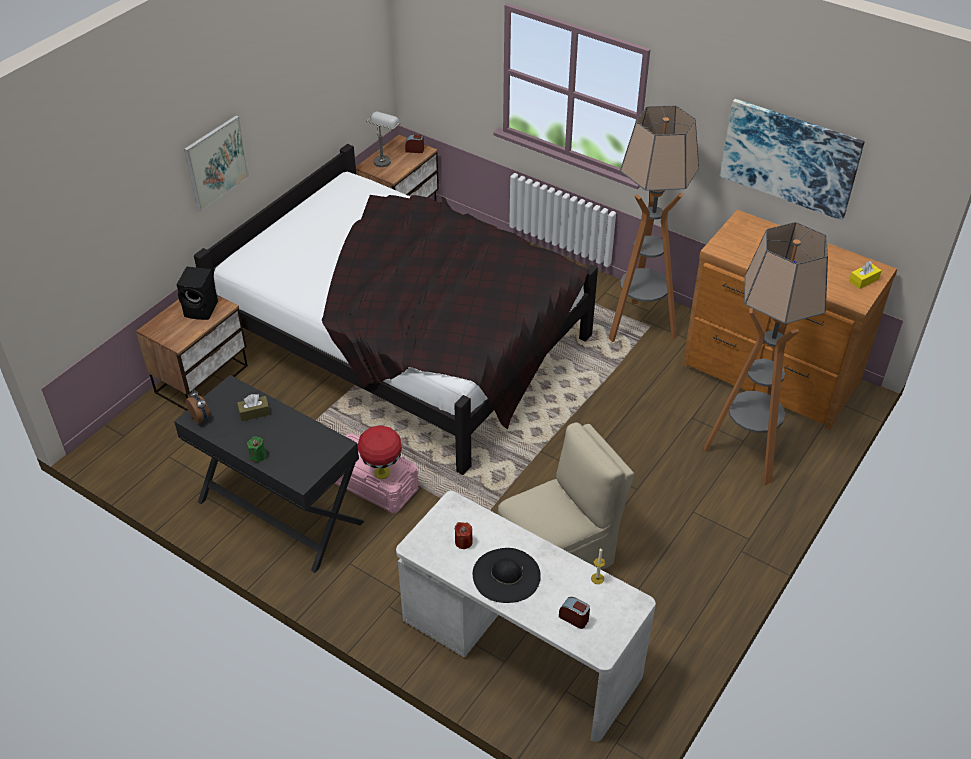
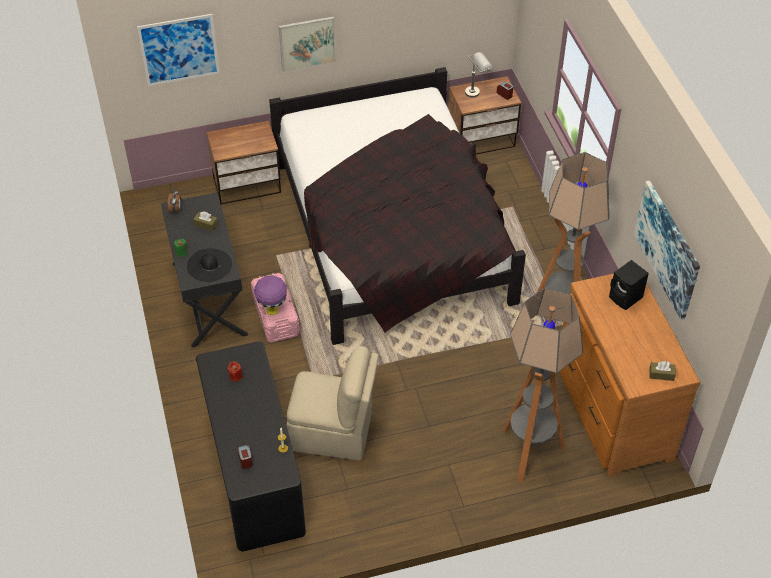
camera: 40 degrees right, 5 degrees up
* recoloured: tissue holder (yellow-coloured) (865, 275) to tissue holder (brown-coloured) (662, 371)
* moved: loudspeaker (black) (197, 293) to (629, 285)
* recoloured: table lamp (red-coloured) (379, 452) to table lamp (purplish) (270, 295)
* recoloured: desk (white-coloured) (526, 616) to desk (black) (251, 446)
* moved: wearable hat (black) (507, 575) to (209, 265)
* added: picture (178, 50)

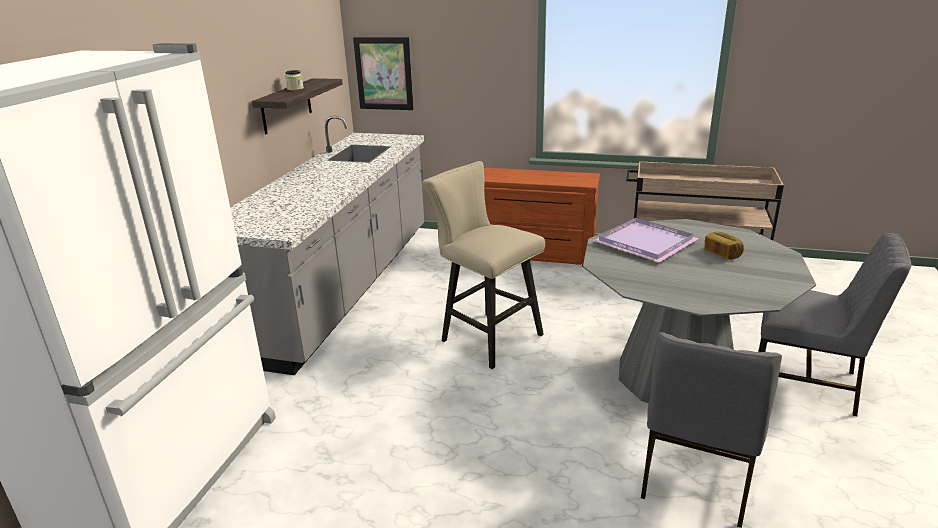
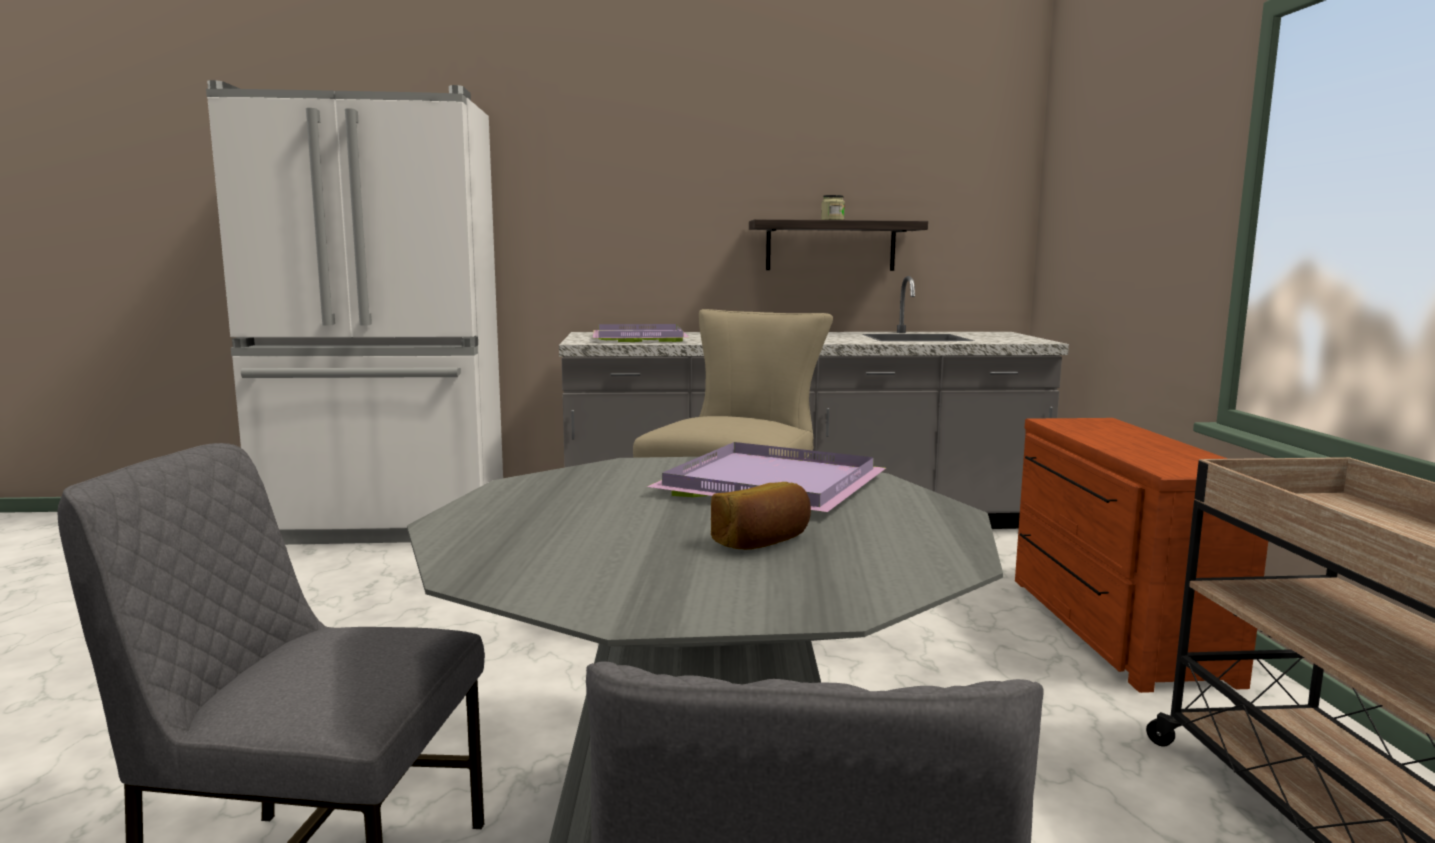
camera: 70 degrees right, 15 degrees down
* removed: picture (383, 73)
* added: serving tray (purplish) (641, 333)

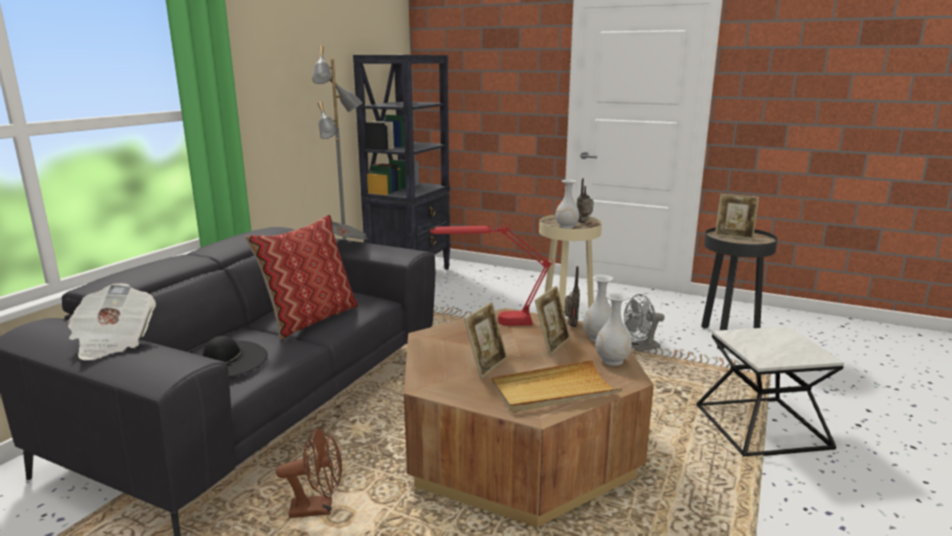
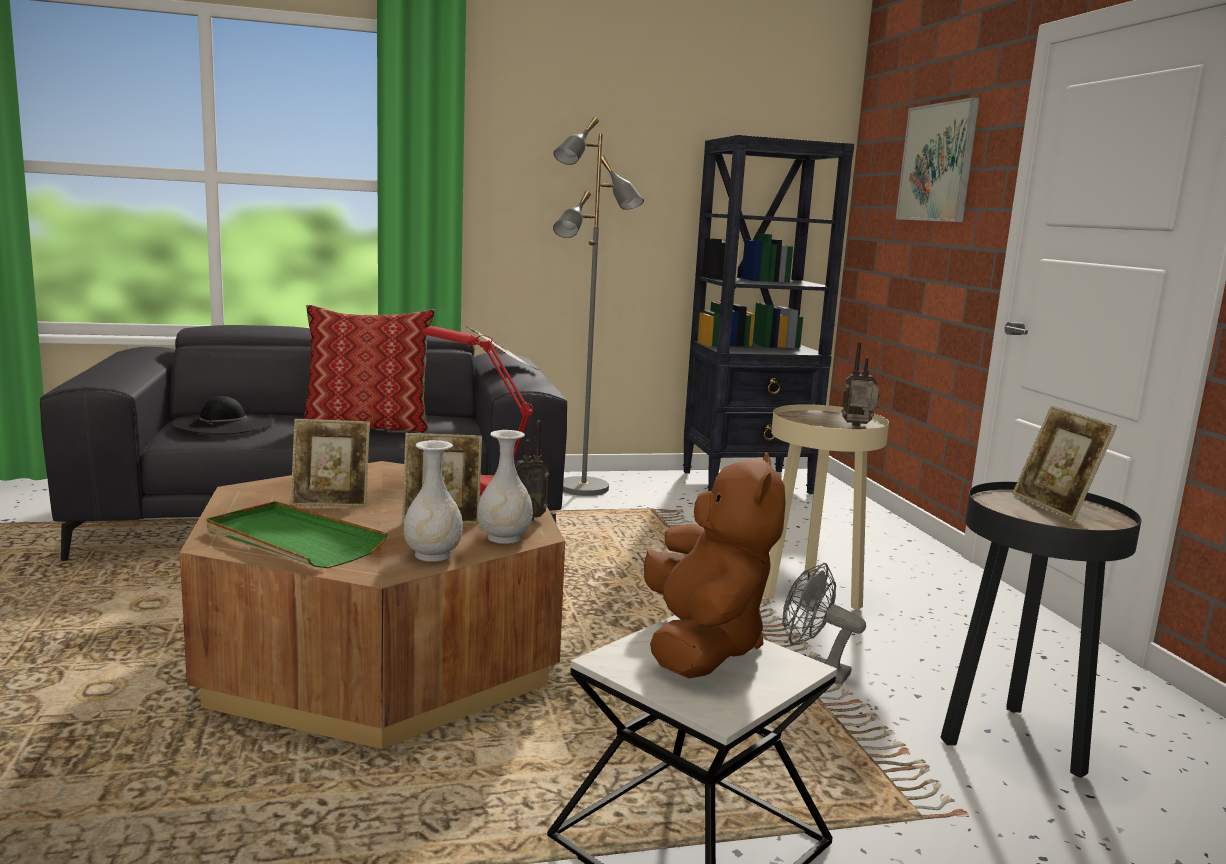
camera: 50 degrees right, 5 degrees down
* removed: decorative vase (white-coloured) (567, 204)
* removed: newspaper (111, 322)
* recoloured: serving tray (beige-coloured) (557, 386) to serving tray (green) (297, 534)
* removed: fan (brown-coloured) (309, 472)
* added: picture (937, 159)
* added: plush toy (brown-coloured) (714, 565)

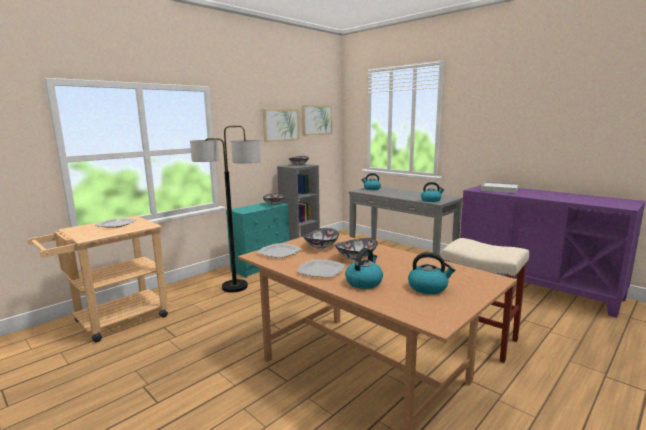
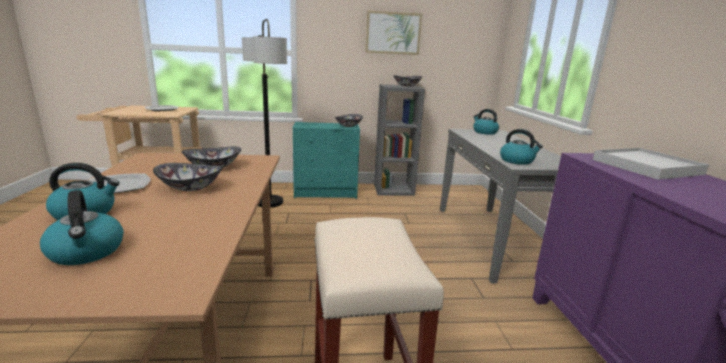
camera: 40 degrees right, 5 degrees up
* removed: picture (317, 120)
* removed: dinner plate (279, 250)

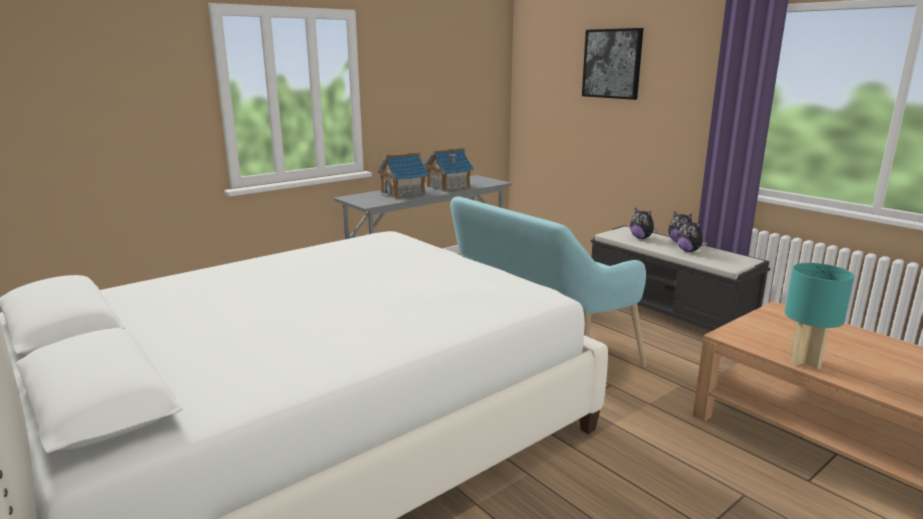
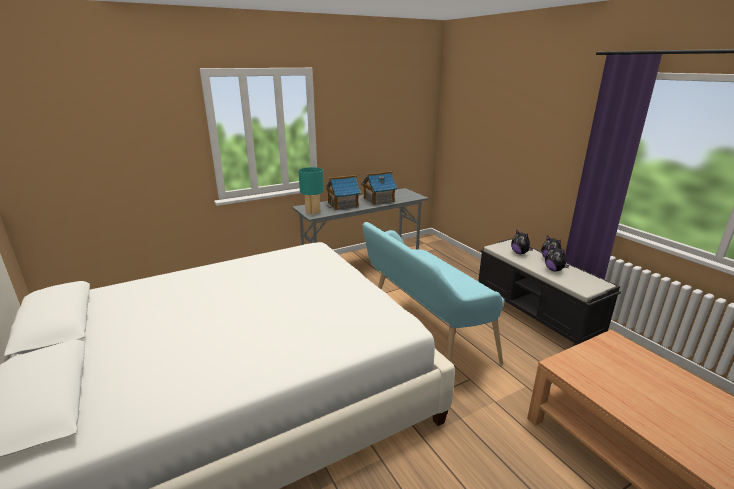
camera: 10 degrees right, 5 degrees up
* removed: picture (612, 64)
* moved: table lamp (turquoise) (819, 316) to (311, 191)

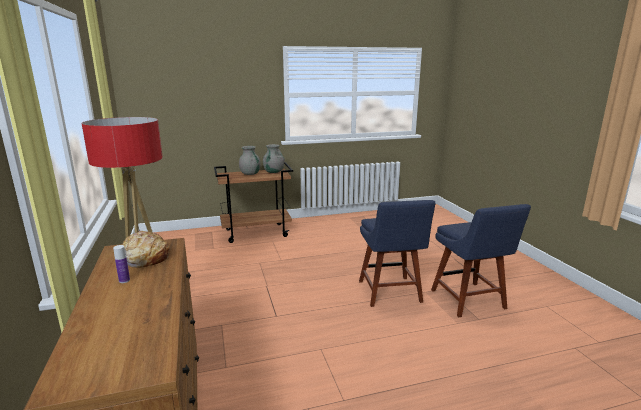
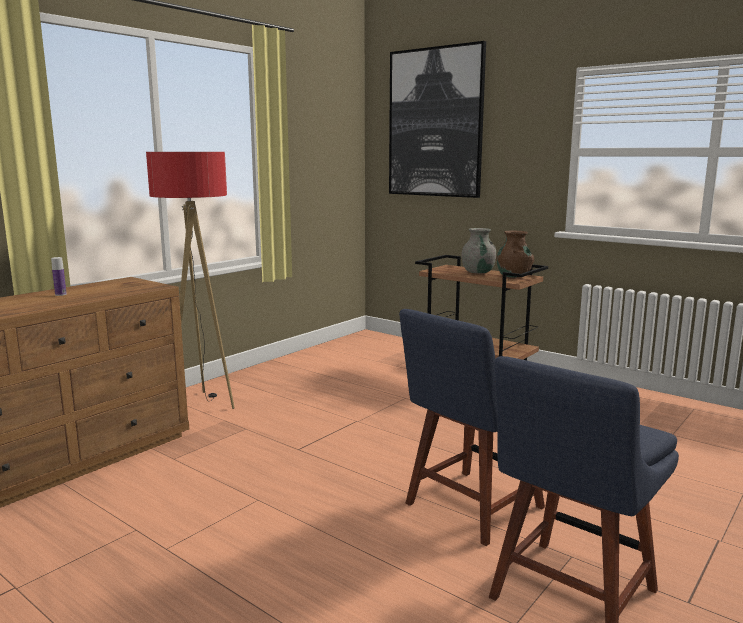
camera: 55 degrees right, 5 degrees down
* recoloured: decorative vase (greyish) (274, 158) to decorative vase (brown-coloured) (515, 254)
* removed: bread (145, 249)
* added: picture (437, 119)

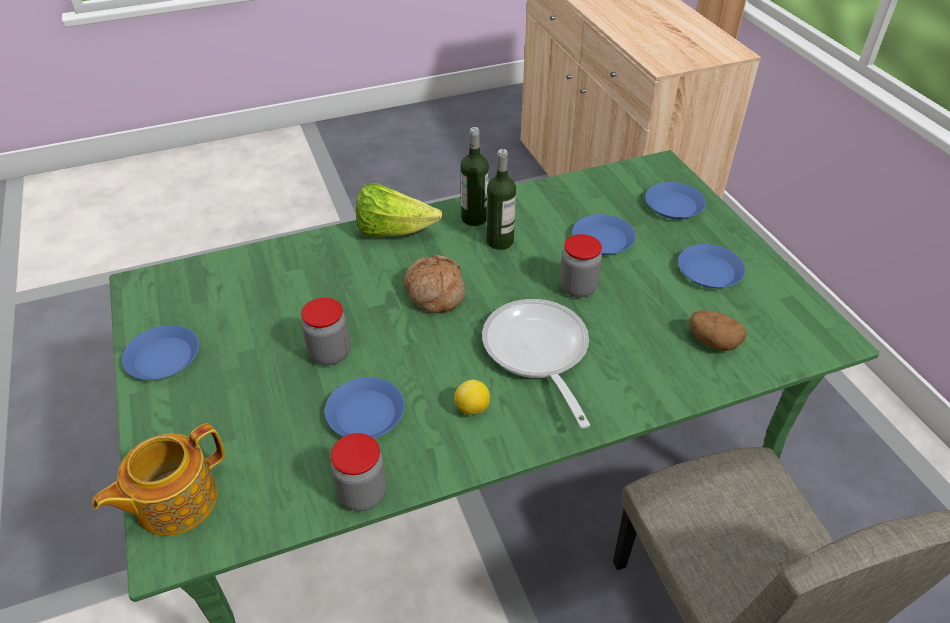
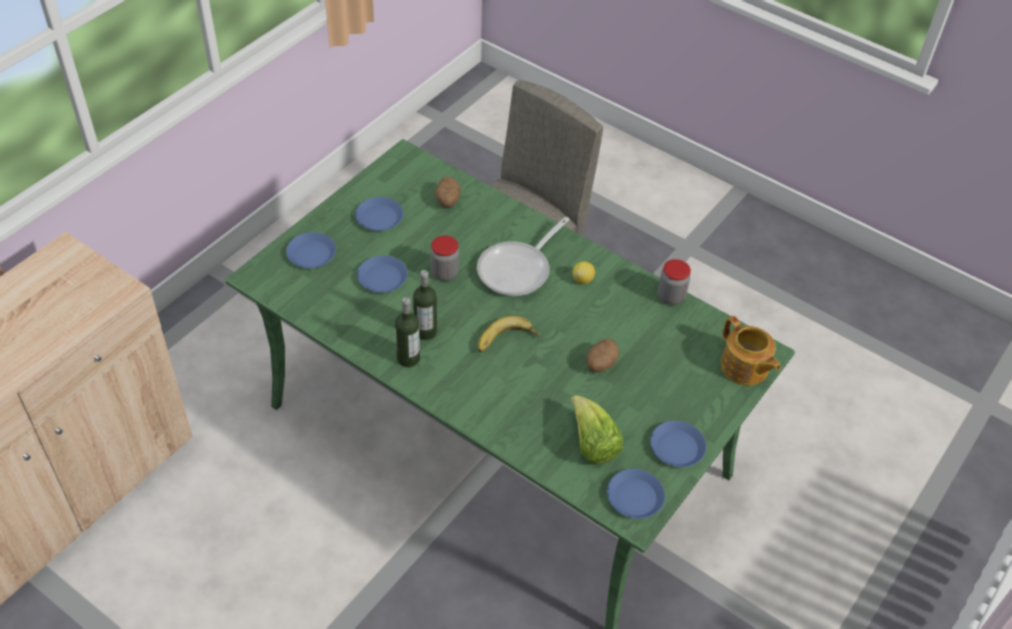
camera: 125 degrees left, 5 degrees up
* moved: lettuce (399, 210) to (597, 429)
* replaced: bread (434, 284) to banana (508, 334)
* replaced: storage jar (325, 331) to spud (602, 356)
* moved: dinner plate (blue) (365, 407) to (636, 494)
* turned: pot for tea (158, 479) = (751, 351) 45 degrees clockwise

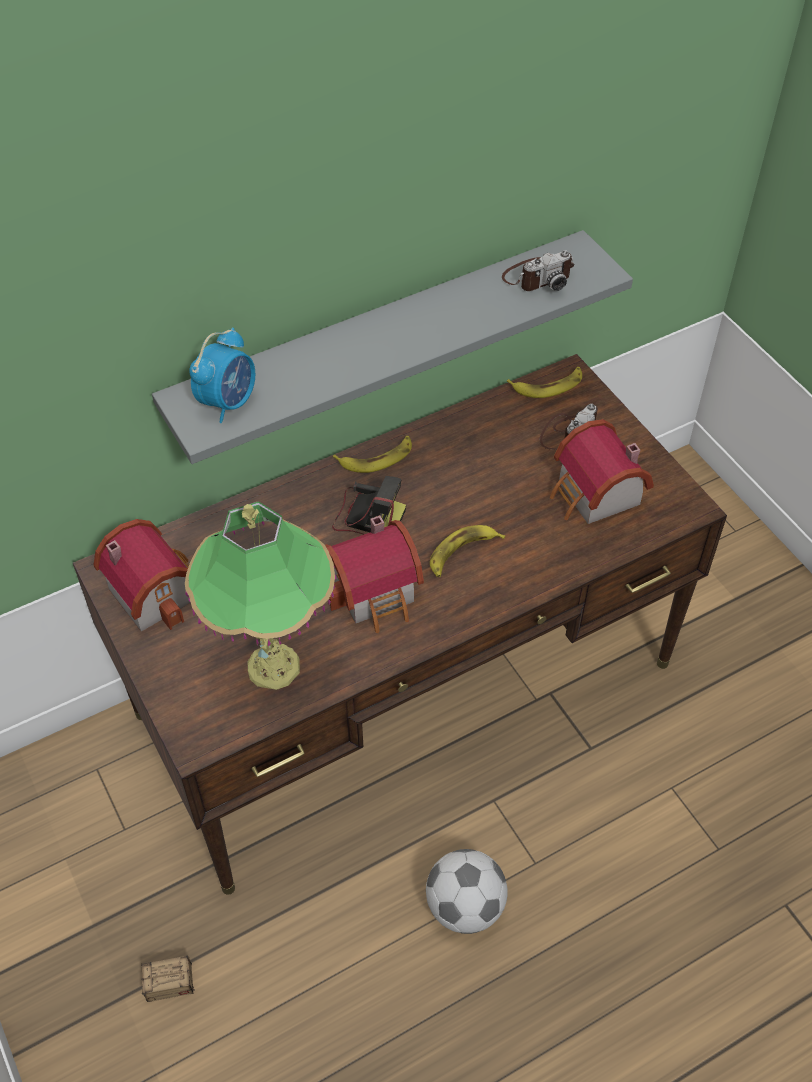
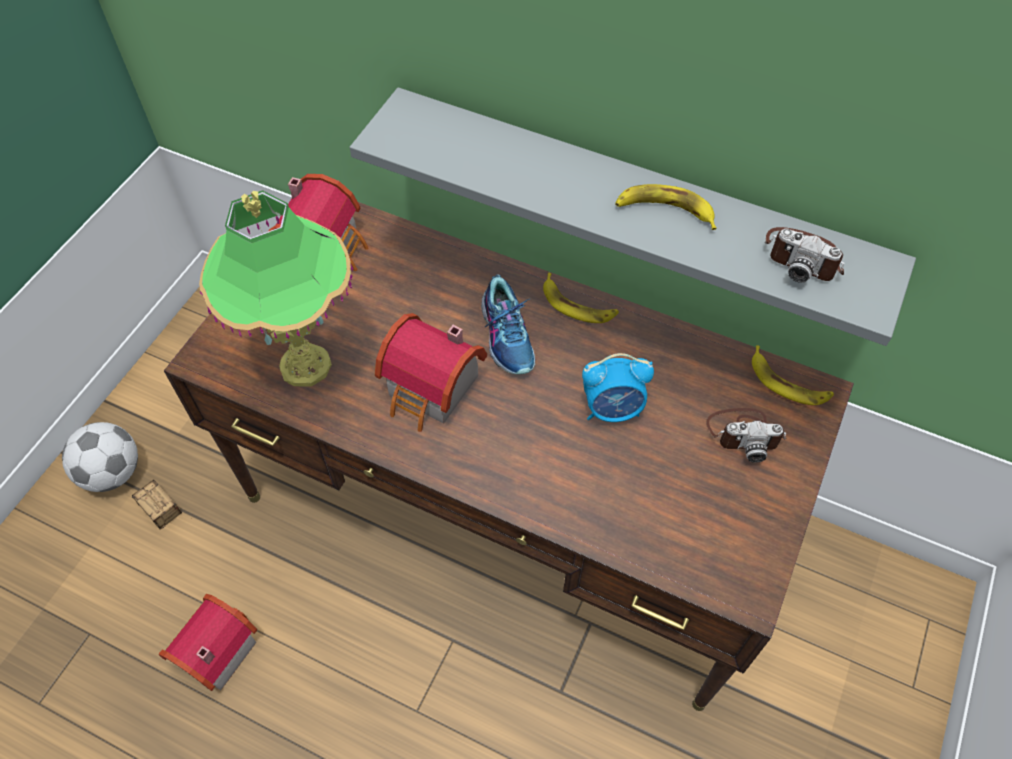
camera: 55 degrees right, 5 degrees up
* moved: alarm clock (222, 375) to (618, 387)
* moved: miniature house (602, 471) to (208, 642)
* replaced: photo camera (369, 505) to shoe (508, 324)
* moved: banana (467, 551) to (666, 207)
* moved: football ball (467, 891) to (100, 457)

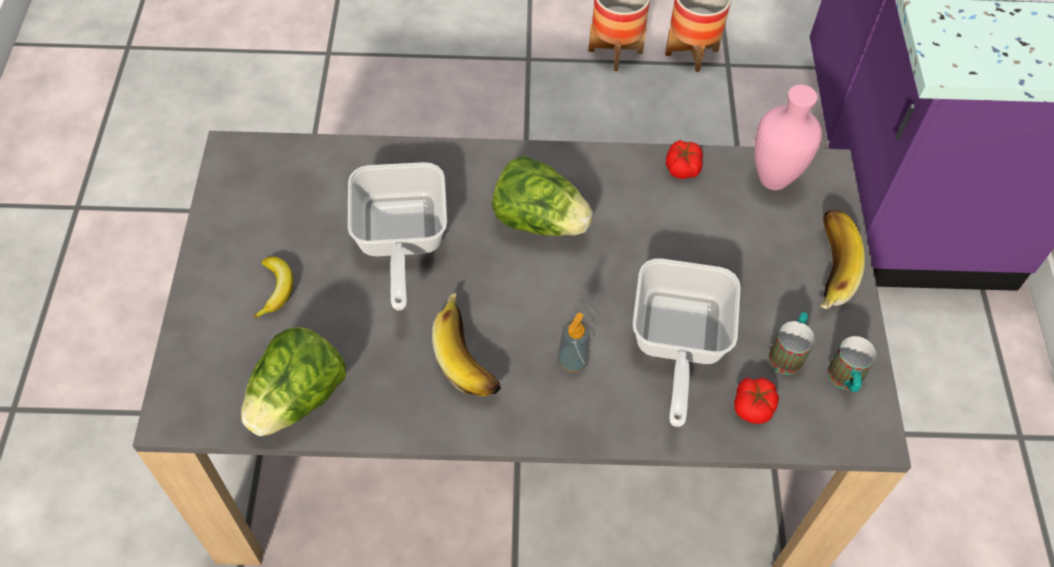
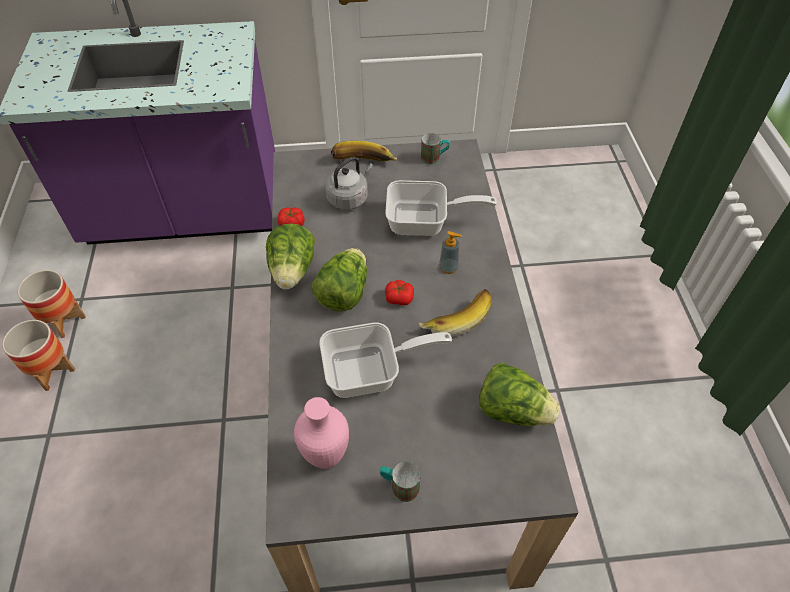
camera: 95 degrees left, 5 degrees down
* moved: decorative vase (pink) (788, 137) to (321, 433)
* removed: banana (273, 287)
* moved: tea mug (792, 343) to (400, 481)
* moved: fresh tomato (756, 401) to (399, 292)
* added: tea kettle (greyish) (349, 183)
* added: lettuce (290, 256)

